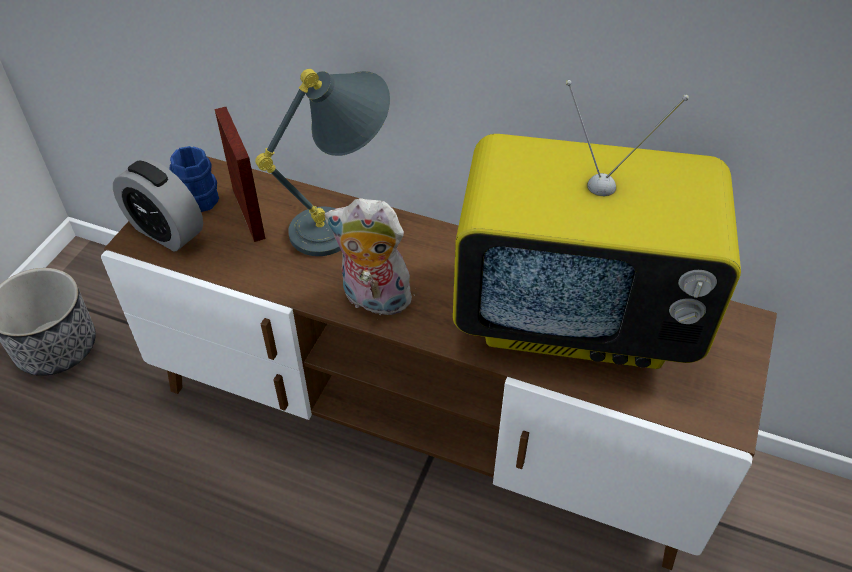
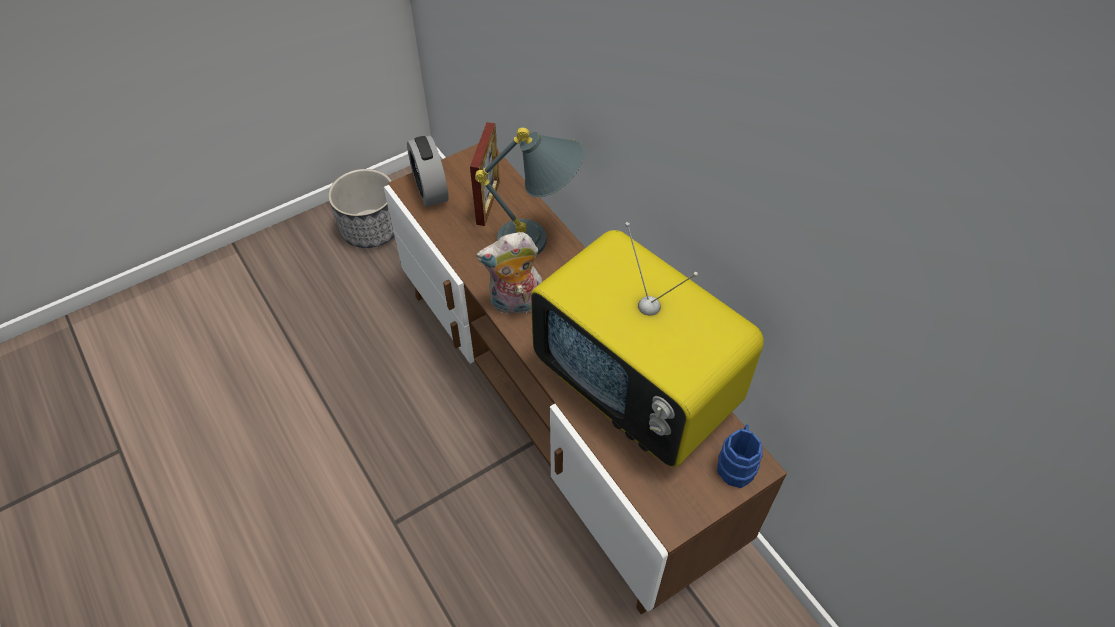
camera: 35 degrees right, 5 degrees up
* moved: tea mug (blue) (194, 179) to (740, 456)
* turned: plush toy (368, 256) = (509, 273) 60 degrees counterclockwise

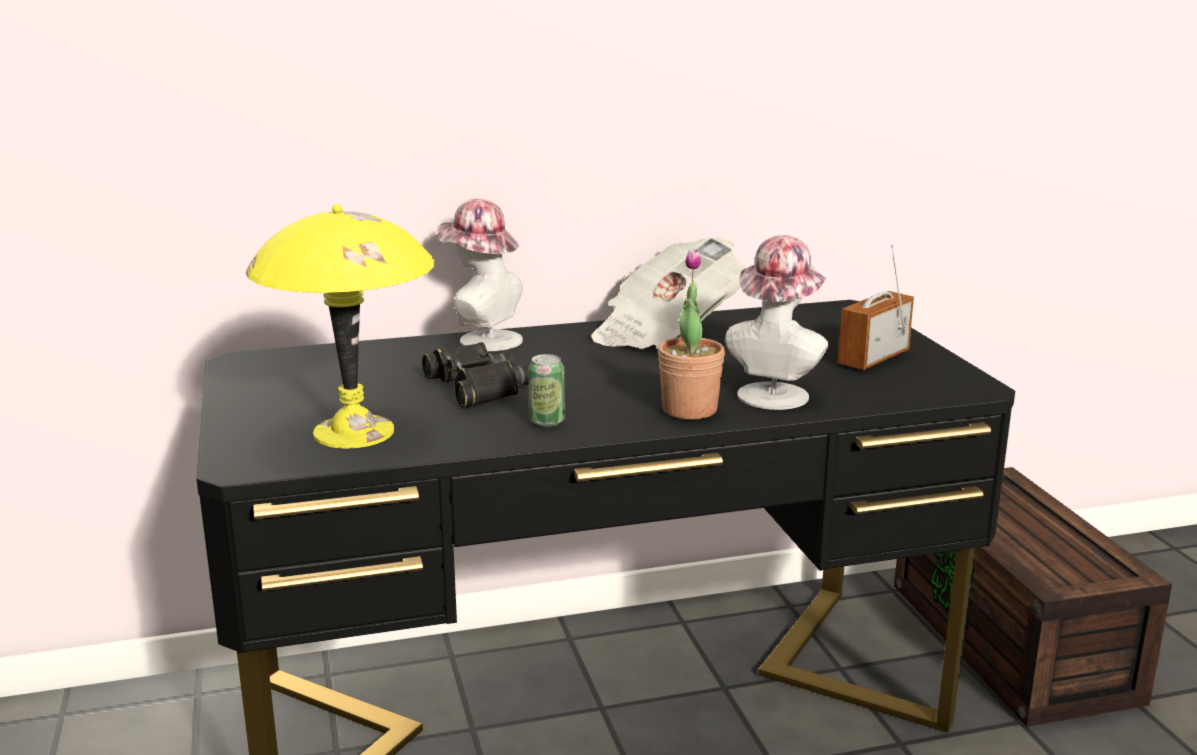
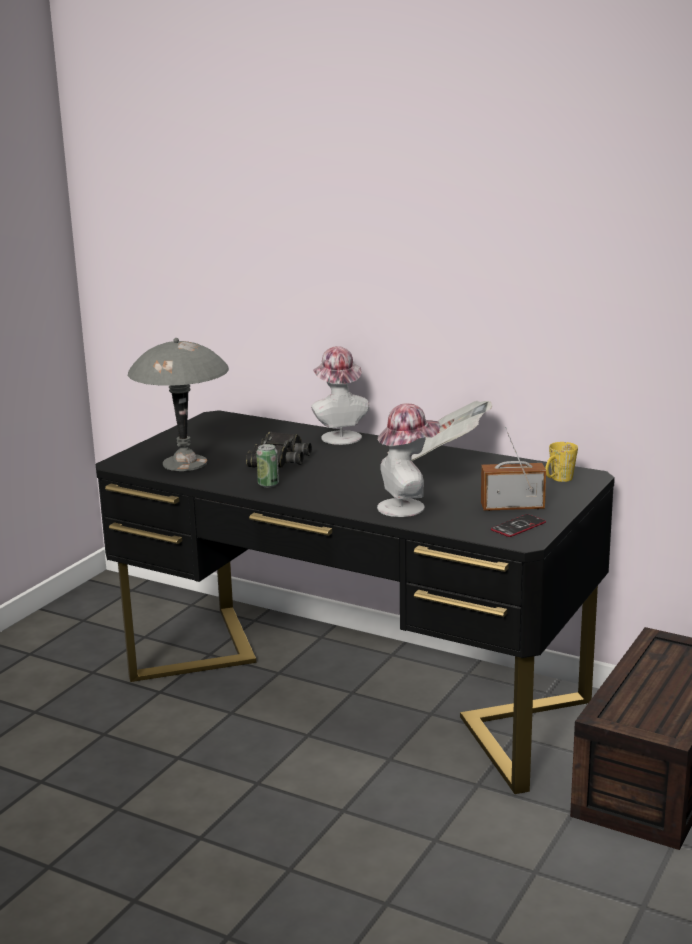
camera: 45 degrees right, 0 degrees up
* recoloured: table lamp (yellow-coloured) (339, 326) to table lamp (greyish) (178, 404)
* removed: potted plant (691, 334)
* added: tea mug (yellow-coloured) (561, 462)
* added: phone (518, 525)

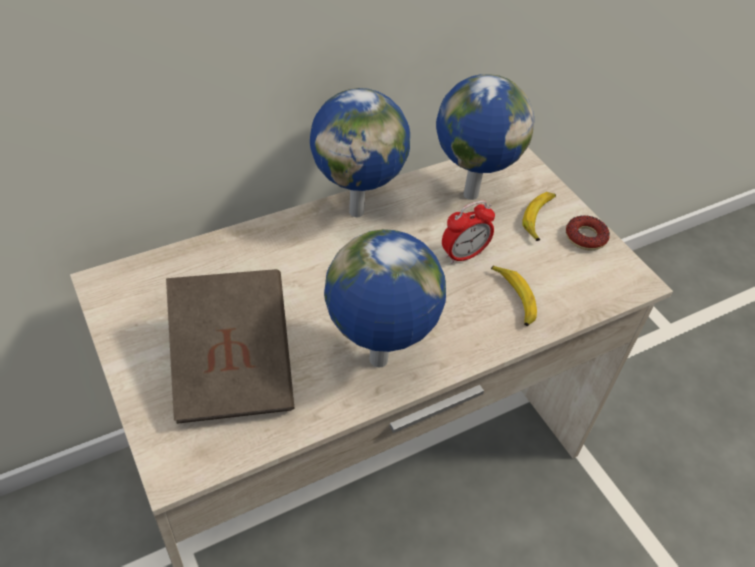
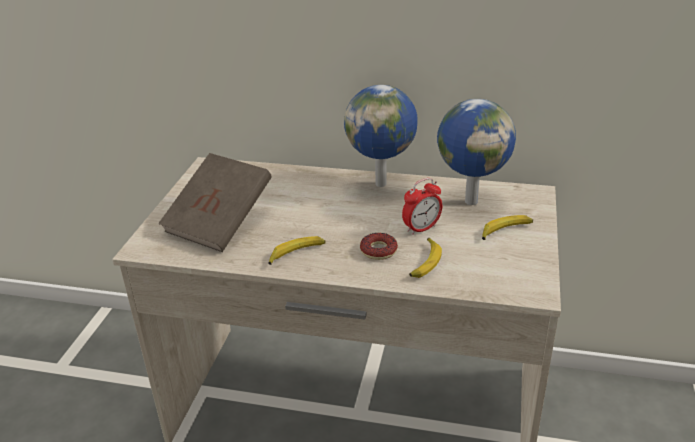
camera: 45 degrees right, 15 degrees down
* turned: alarm clock (468, 232) = (422, 206) 45 degrees counterclockwise
* moved: ring doughnut (588, 233) to (379, 246)
* replaced: world globe (385, 298) to banana (296, 250)

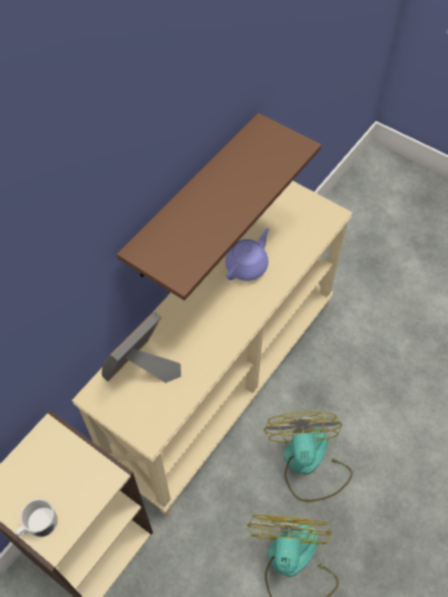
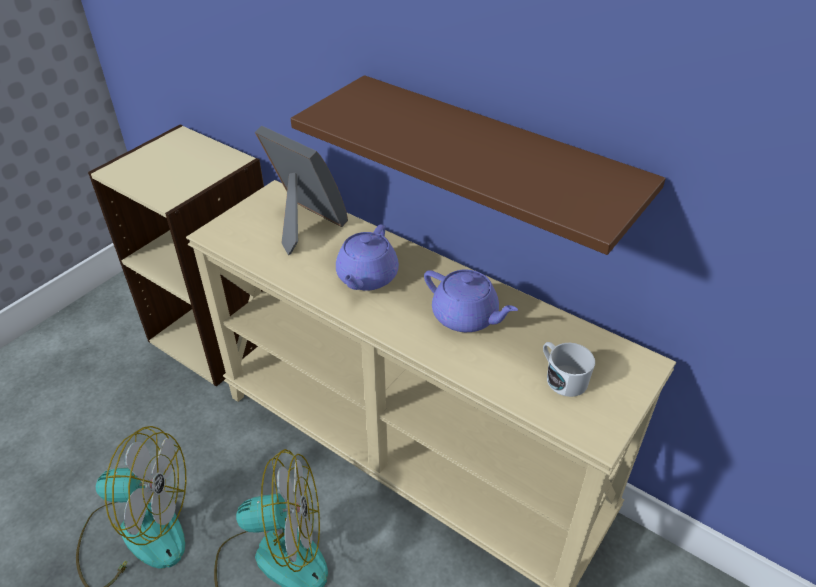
camera: 90 degrees right, 15 degrees down
* moved: tea mug (white-coloured) (37, 518) to (569, 369)
* added: pot for tea (purplish) (367, 258)

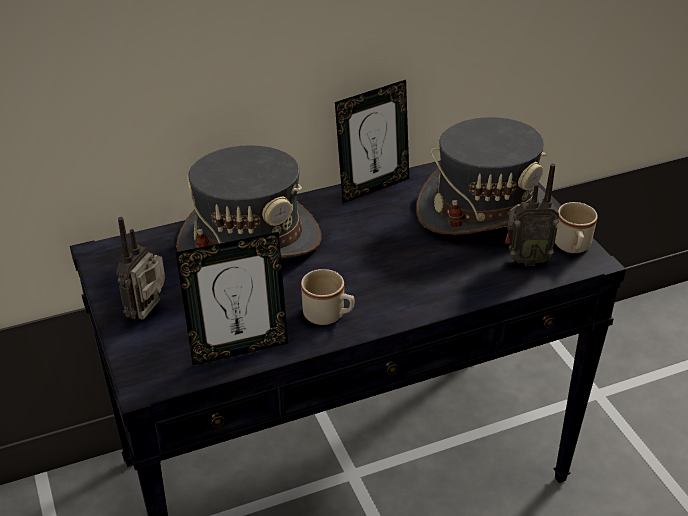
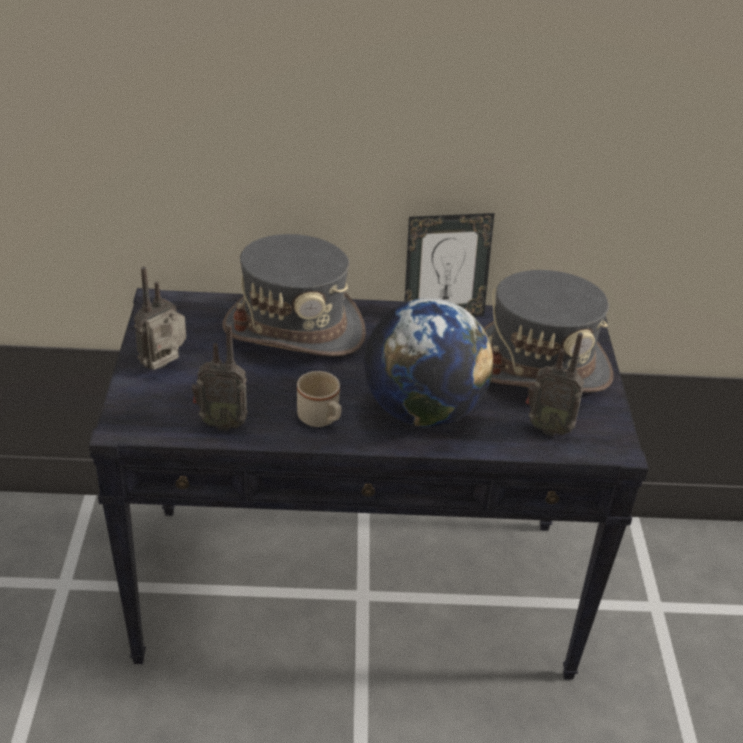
camera: 20 degrees right, 0 degrees up
* removed: tea mug (beige-coloured) (576, 227)
* replaced: photo frame (232, 298) to radio set (220, 377)
* added: world globe (428, 362)

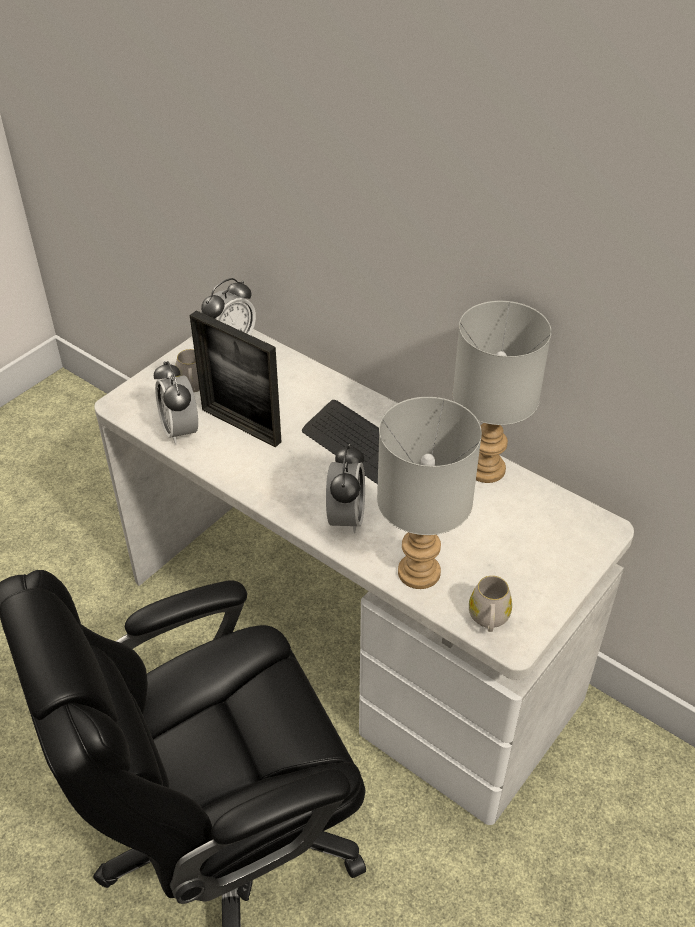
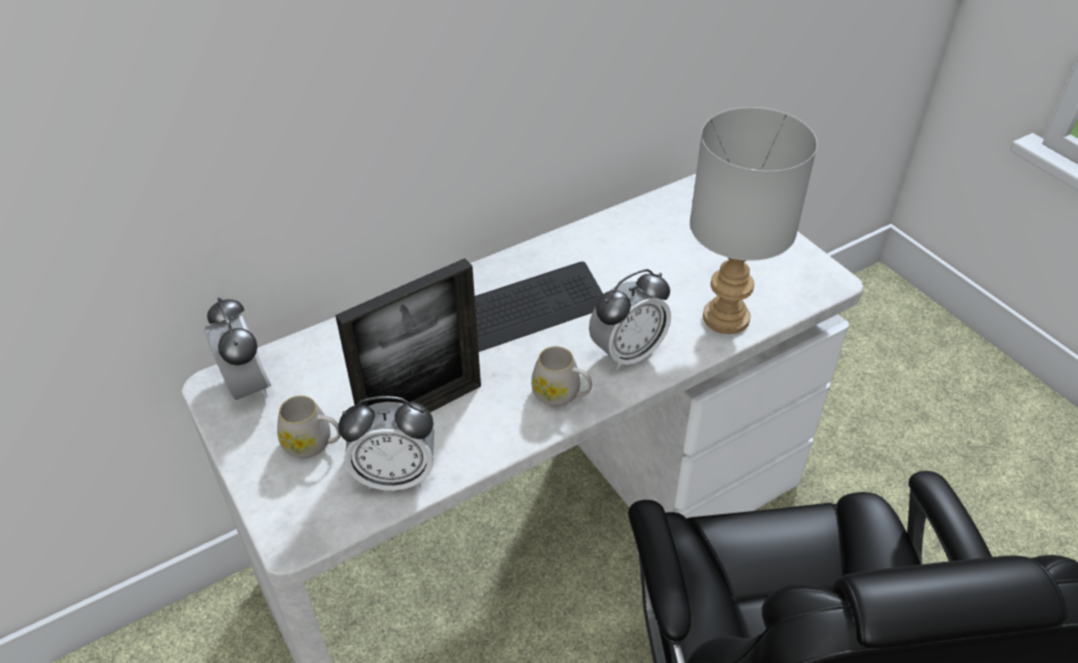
camera: 70 degrees left, 0 degrees up
* removed: table lamp (greyish) (502, 392)
* turned: alarm clock (345, 488) = (630, 319) 120 degrees clockwise
* moved: tea mug (white-coloured) (490, 604) to (561, 376)

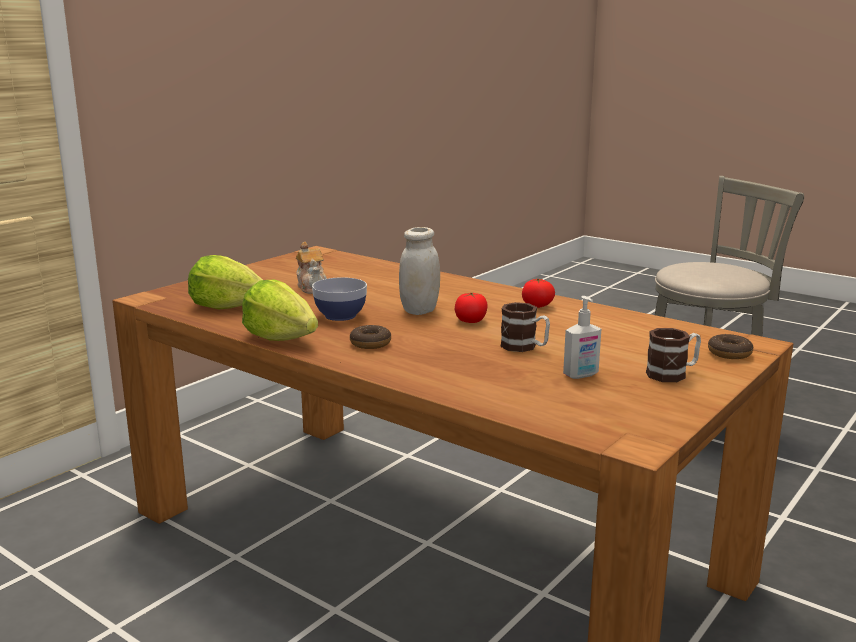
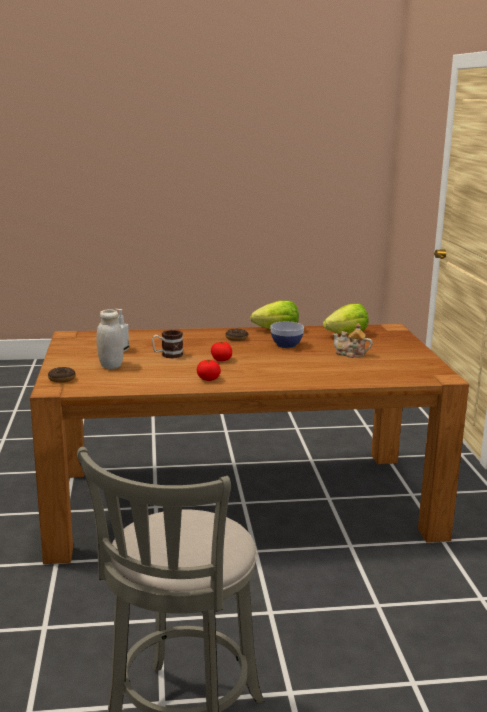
camera: 135 degrees right, 0 degrees up
* moved: storage jar (white-coloured) (419, 271) to (109, 339)
* removed: tea mug (673, 355)

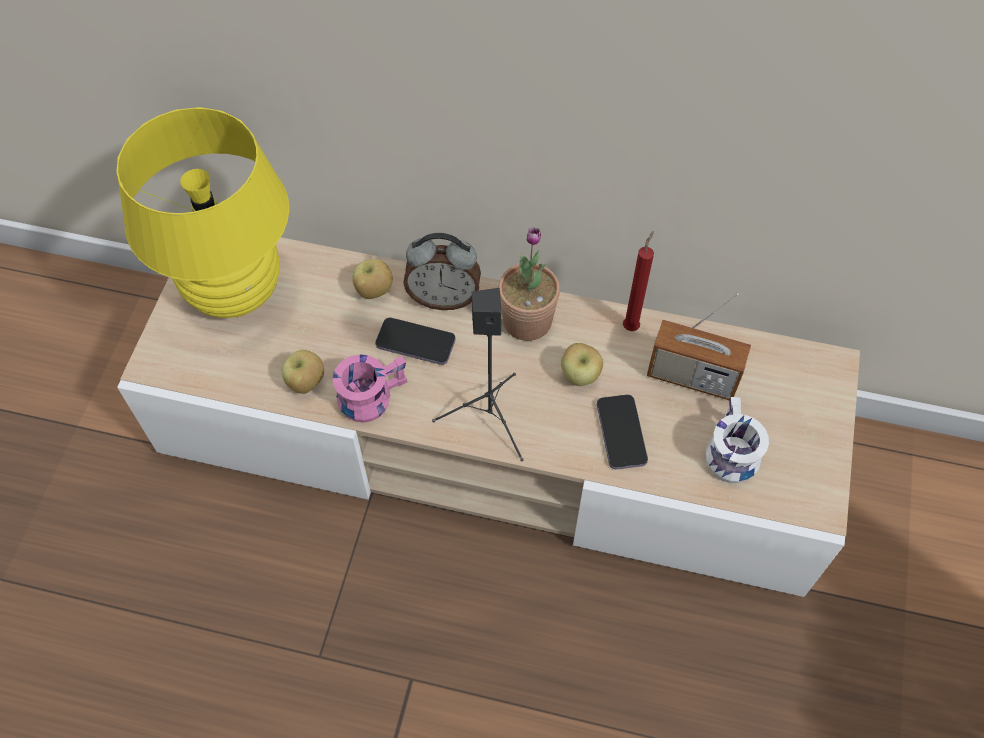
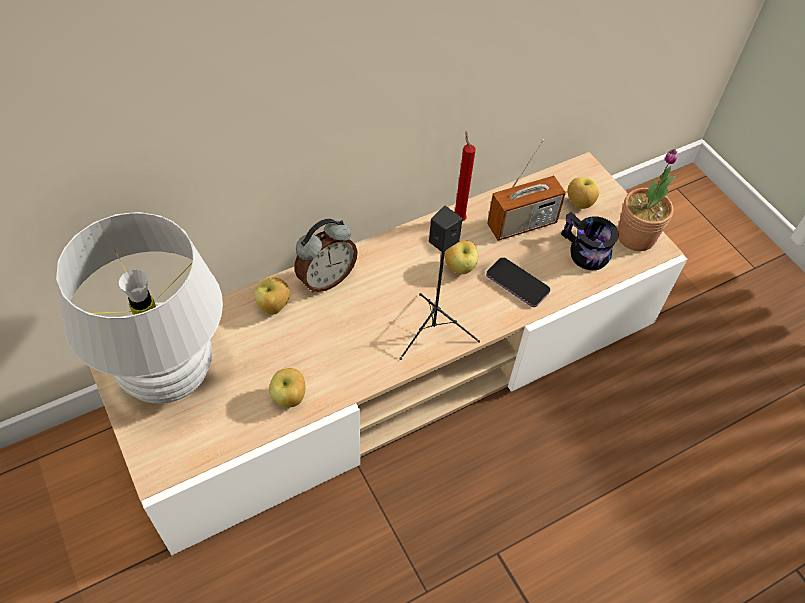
camera: 45 degrees left, 5 degrees down
* recoloured: table lamp (yellow-coloured) (202, 212) to table lamp (white-coloured) (139, 308)
* moved: potted plant (529, 284) to (647, 200)
* removed: phone (415, 341)
* removed: tea mug (pink) (370, 388)
* recoloured: tea mug (white-coloured) (737, 440) to tea mug (black) (590, 241)
* added: apple fruit (583, 193)

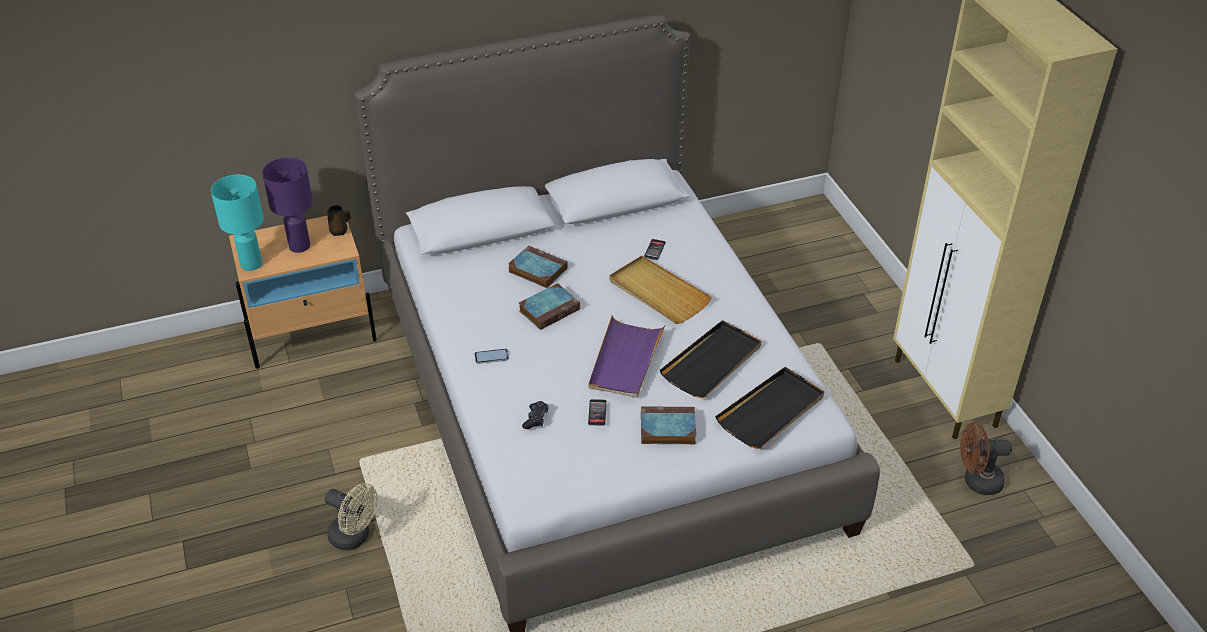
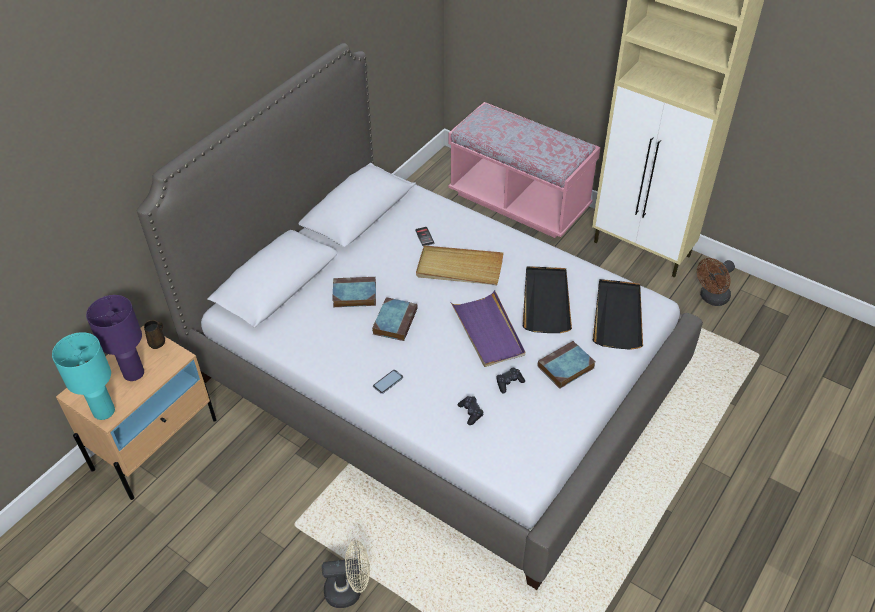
camera: 35 degrees left, 5 degrees up
* replaced: phone (597, 412) to gamepad (black) (510, 380)
* added: long seat (pink) (524, 170)

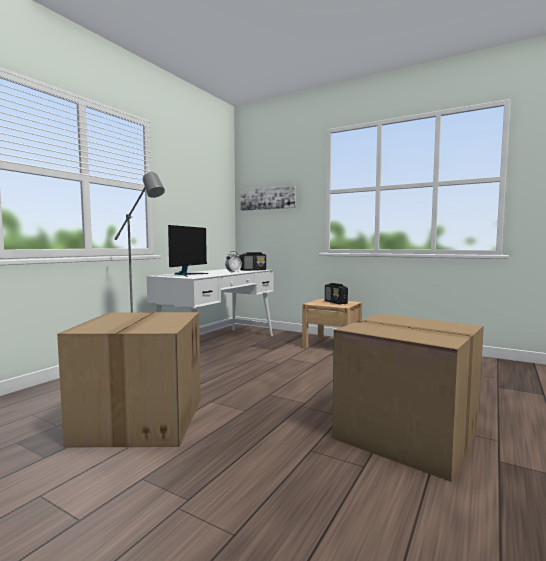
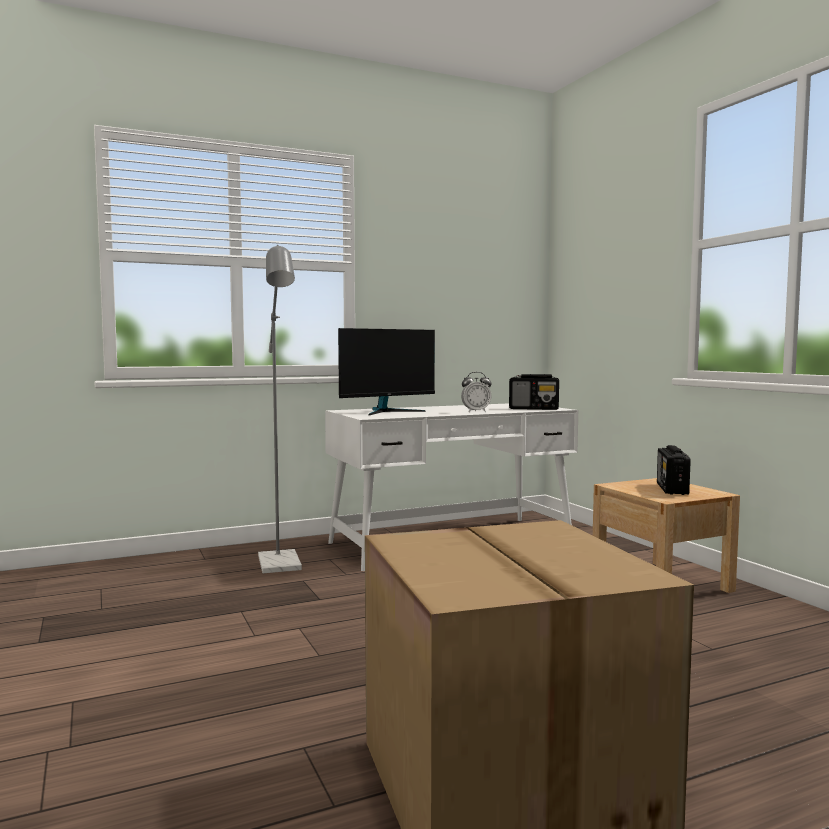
camera: 35 degrees right, 0 degrees up
* removed: picture (268, 198)
* removed: carton (129, 379)

